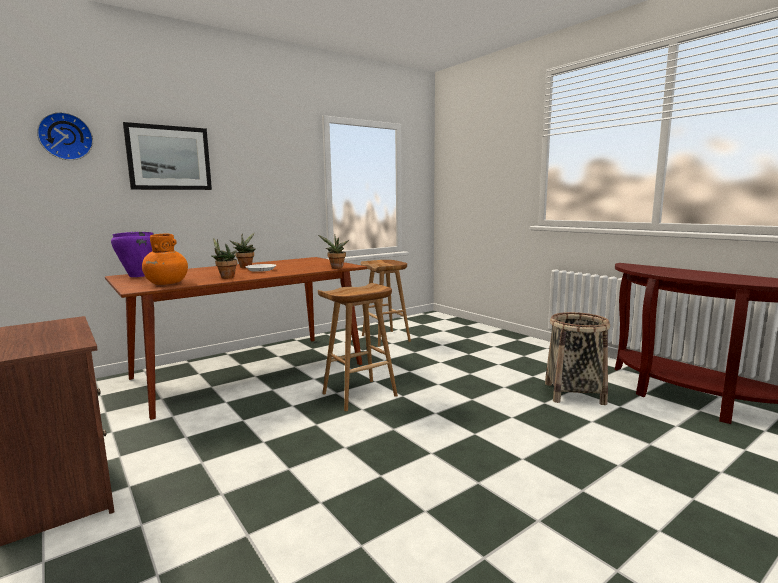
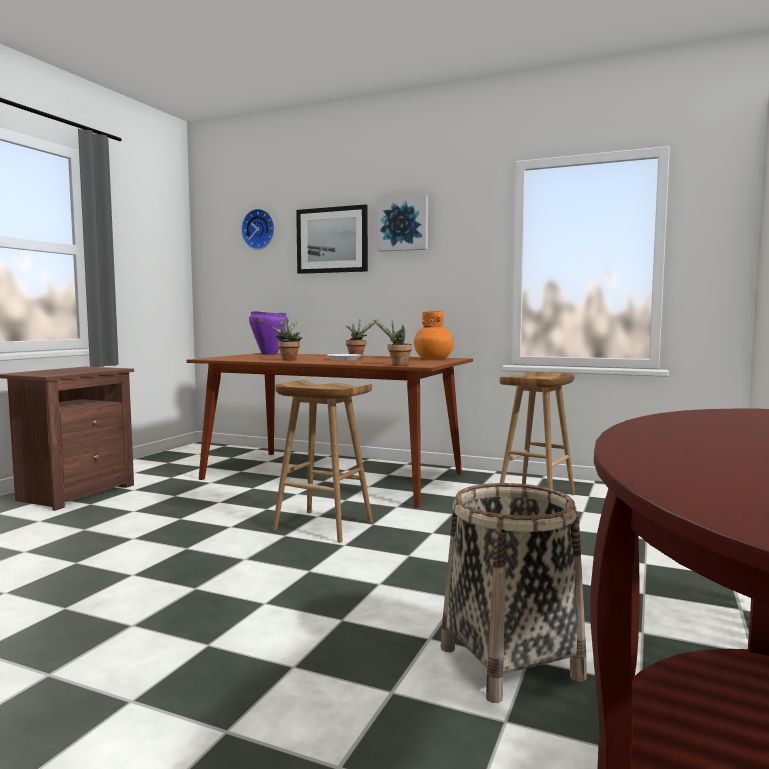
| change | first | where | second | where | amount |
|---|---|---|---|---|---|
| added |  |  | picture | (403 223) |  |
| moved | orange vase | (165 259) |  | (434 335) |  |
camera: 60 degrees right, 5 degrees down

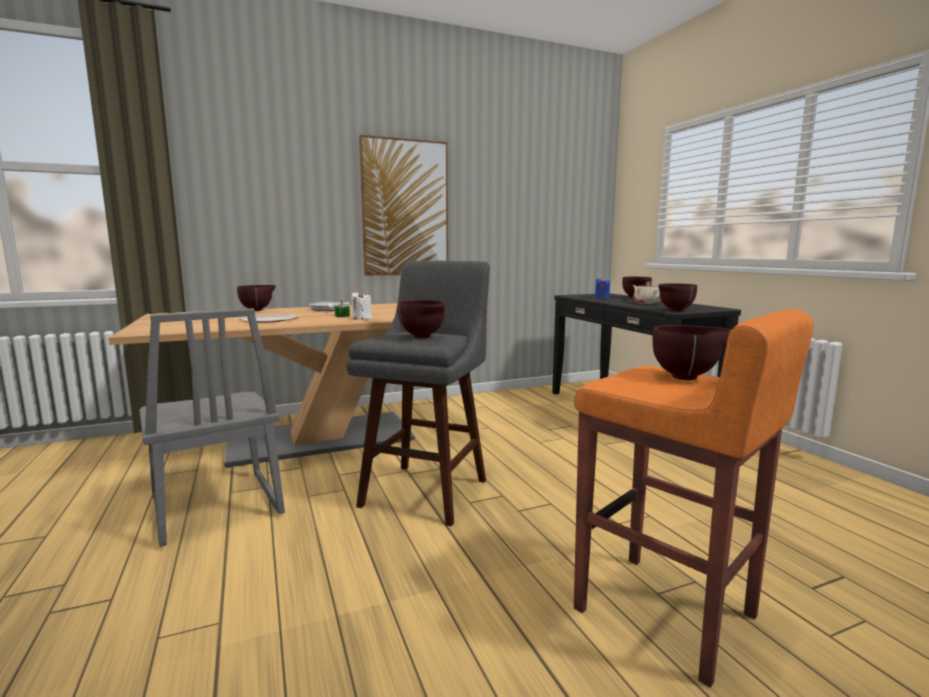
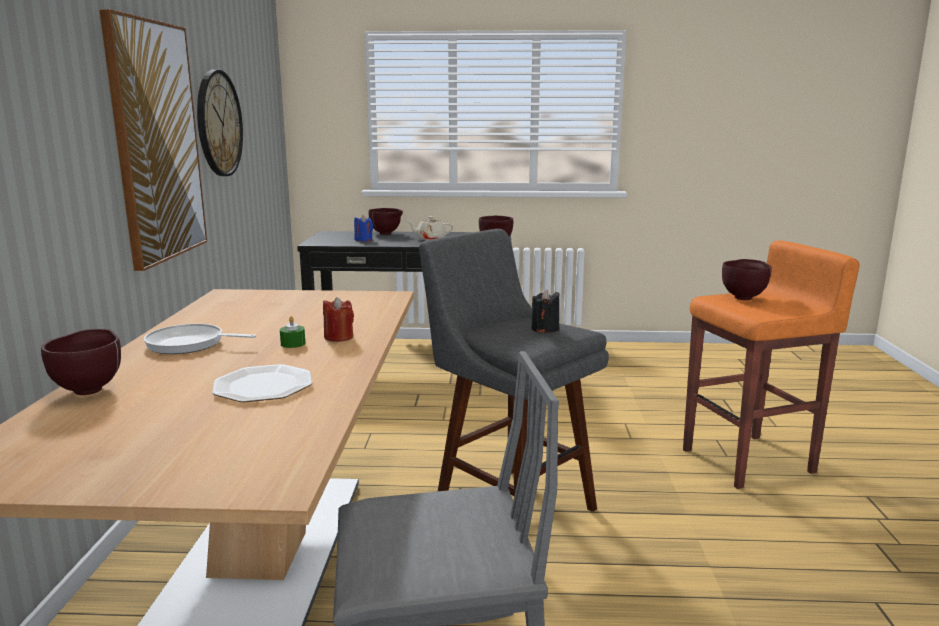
| change | first | where | second | where | amount |
|---|---|---|---|---|---|
| added |  |  | wall clock | (220 123) |  |
| replaced | brown bowl | (421 319) | black candle | (545 311) |  |
| recoloured | white candle | (361 305) | red candle | (338 319) |  |
camera: 65 degrees left, 5 degrees up

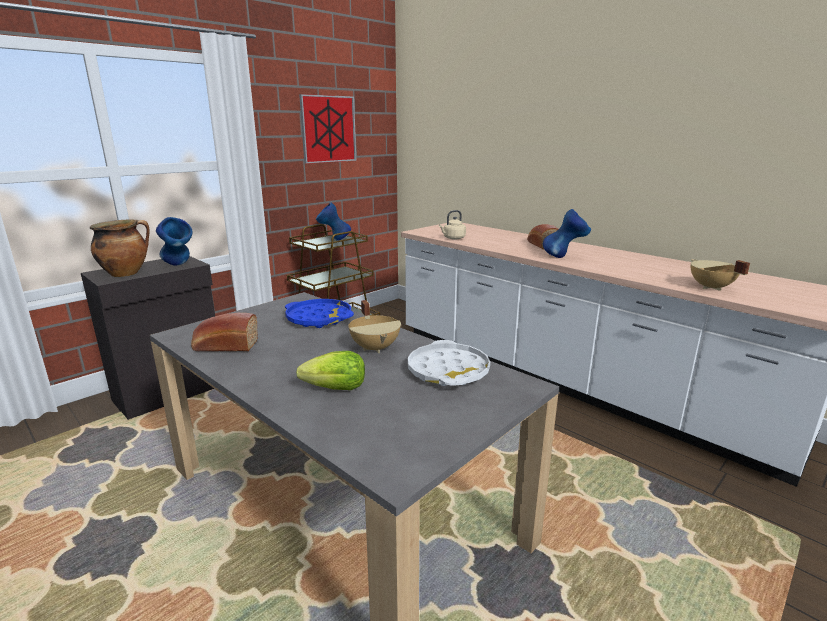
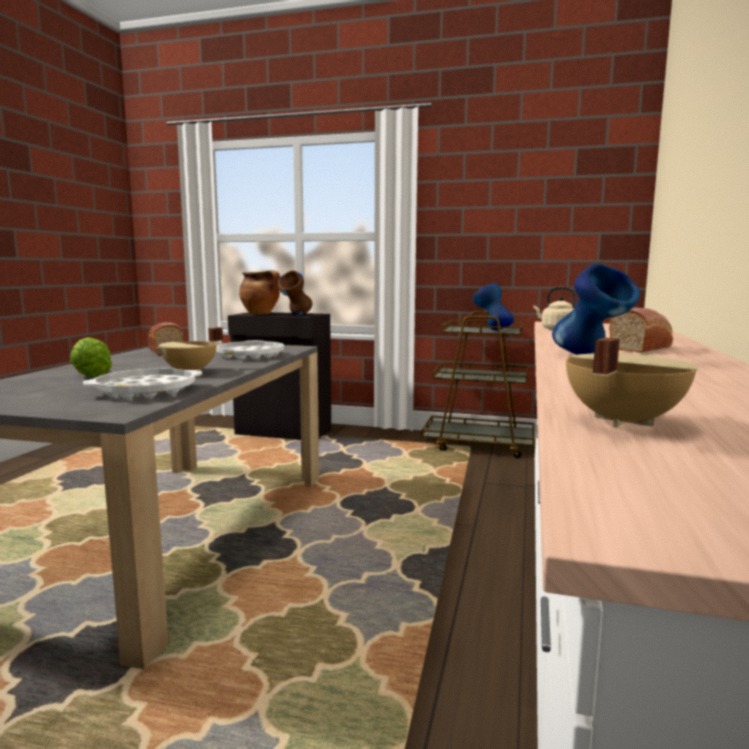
| change | first | where | second | where | amount |
|---|---|---|---|---|---|
| removed | picture | (327 129) |  |  |  |
| recoloured | blue vase | (174 241) | brown vase | (295 293) |  |
| recoloured | blue tray | (319 313) | white tray | (250 349) |  |
camera: 60 degrees right, 10 degrees down

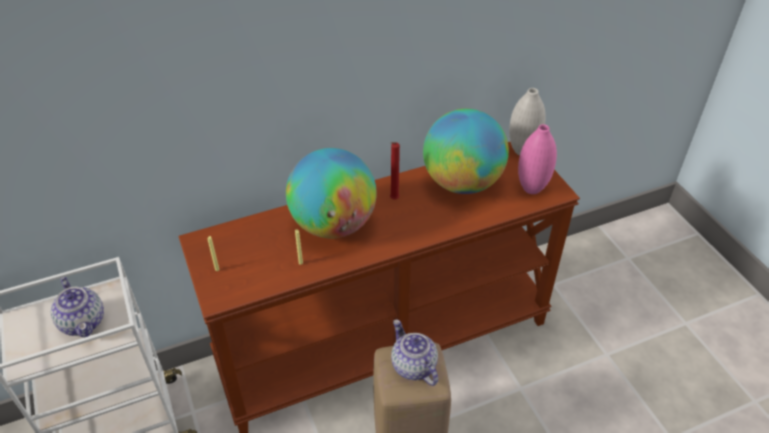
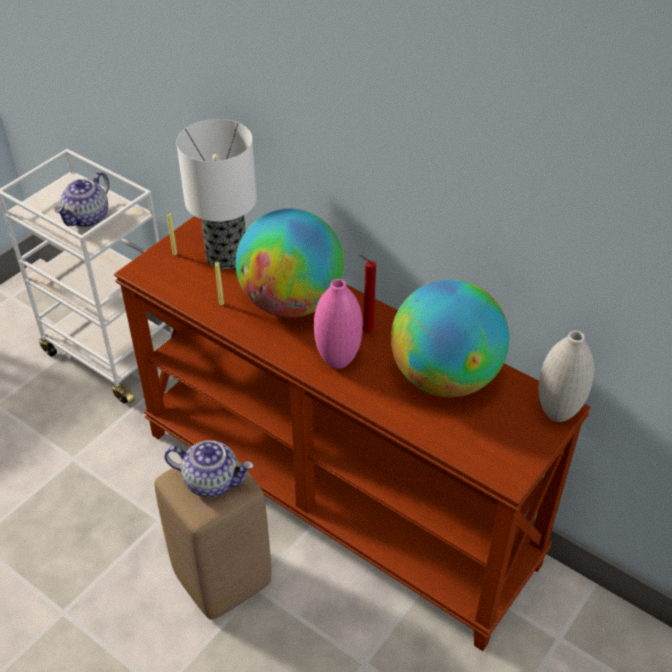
| change | first | where | second | where | amount |
|---|---|---|---|---|---|
| added |  |  | table lamp | (216 194) |  |
| moved | pink vase | (537 159) |  | (338 324) |  |
| turned | teapot | (414 352) |  | (209 469) | 75 degrees clockwise |
camera: 60 degrees right, 0 degrees up

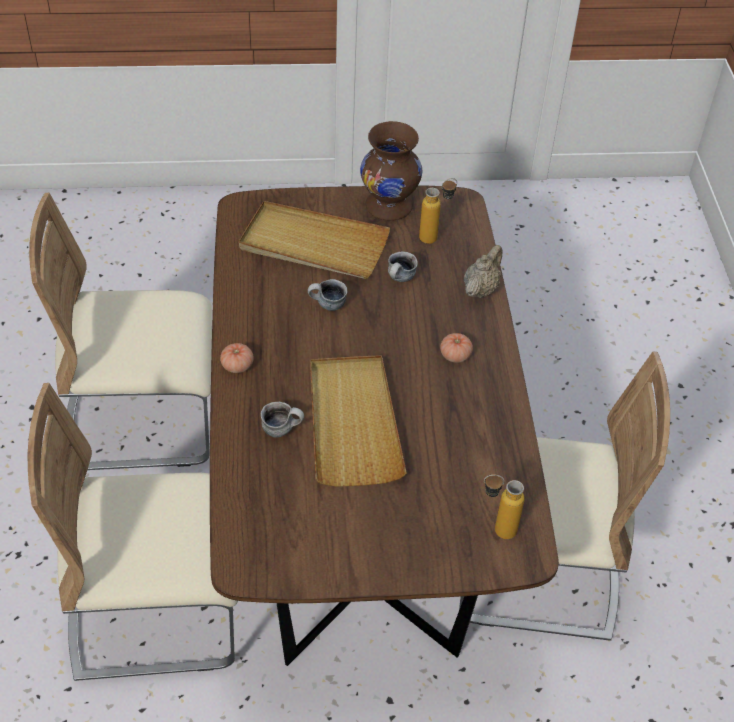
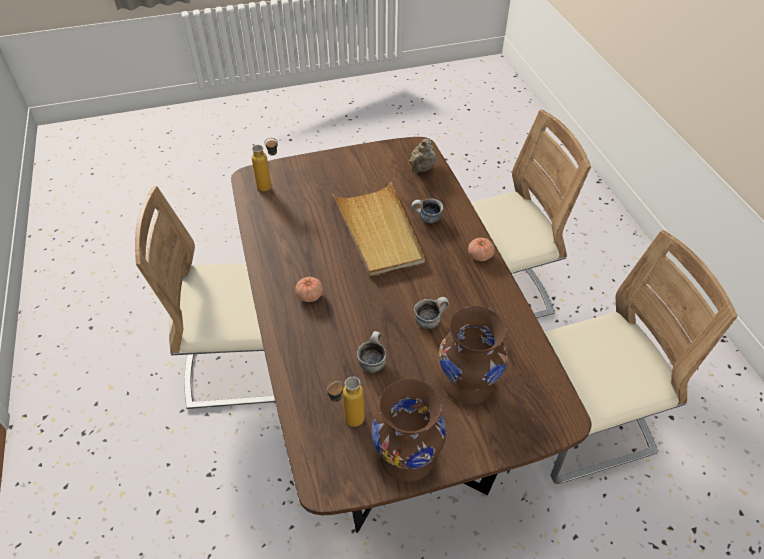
| change | first | where | second | where | amount |
|---|---|---|---|---|---|
| moved | beige teapot | (483 271) |  | (422 156) |  |
| replaced | beige tray | (314 240) | brown vase | (473 355) |  |
camera: 170 degrees right, 0 degrees up

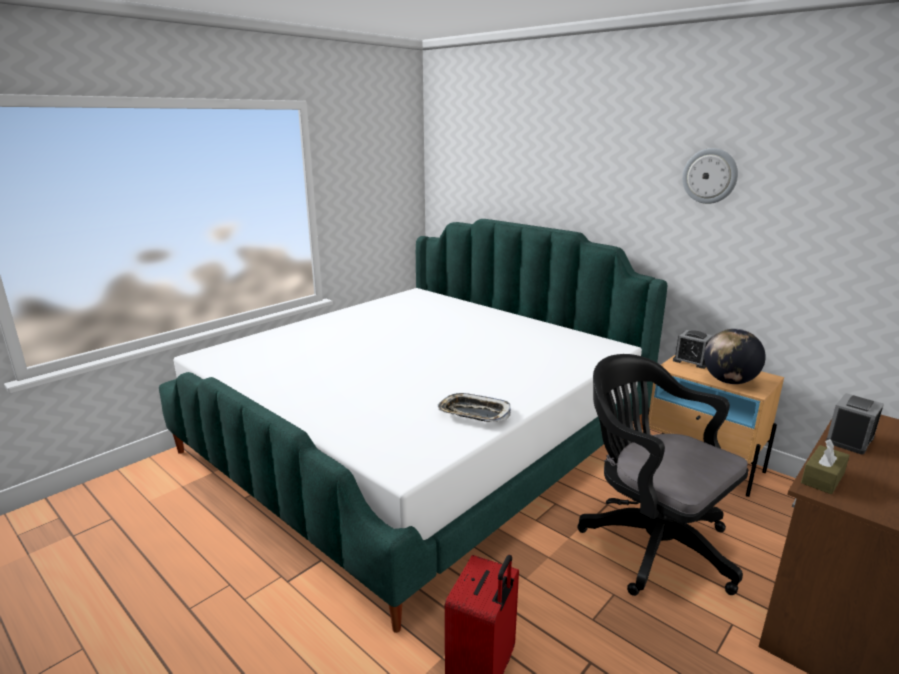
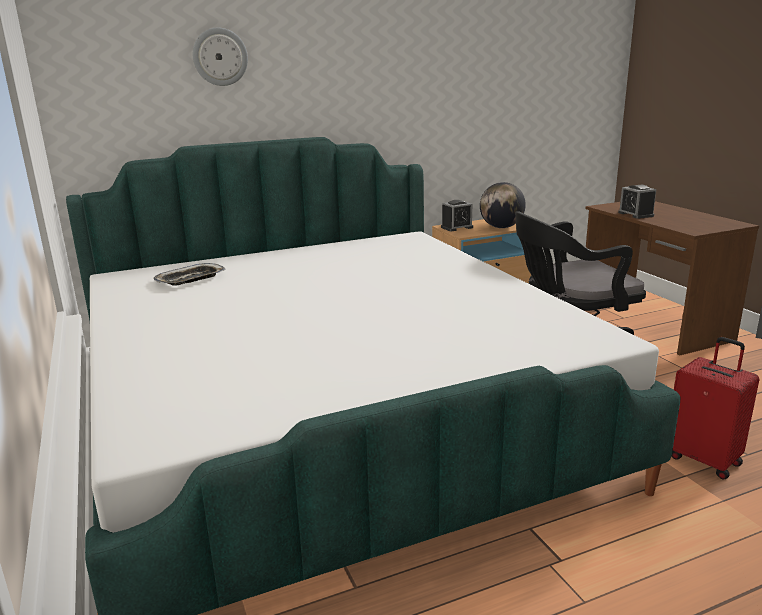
| change | first | where | second | where | amount |
|---|---|---|---|---|---|
| removed | brown tissue box | (825 466) |  |  |  |
| moved | tray | (474 407) |  | (190 274) |  |
| moved | wall clock | (710 176) |  | (220 56) |  |
camera: 65 degrees left, 0 degrees up

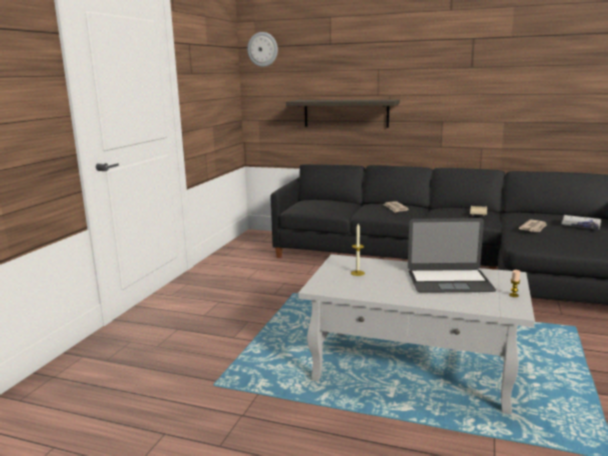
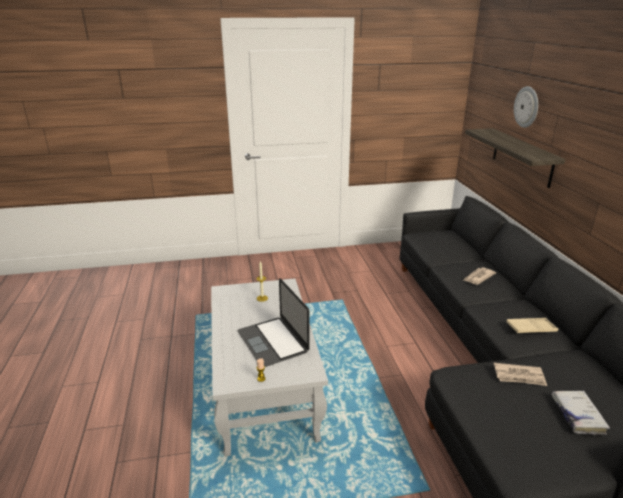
| change | first | where | second | where | amount |
|---|---|---|---|---|---|
| moved | wall clock | (262 49) |  | (526 107) |  |
camera: 60 degrees right, 10 degrees up

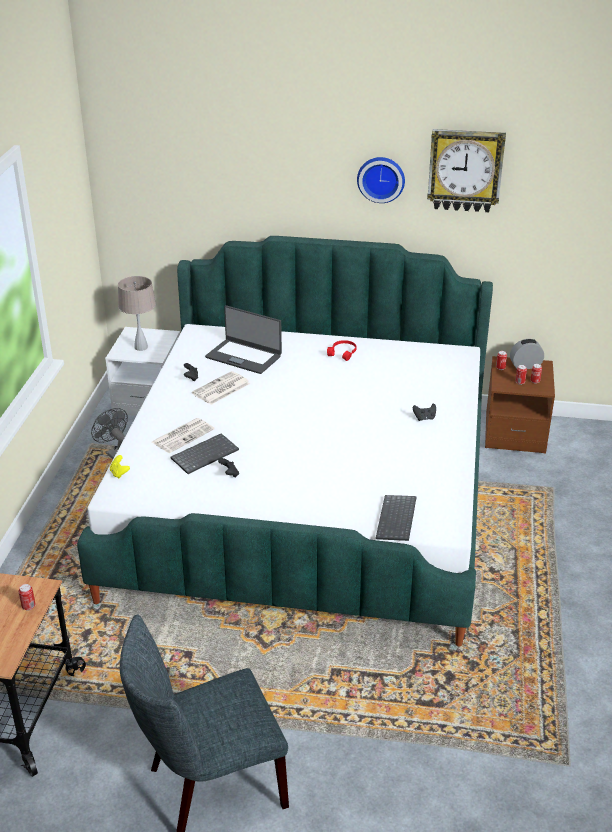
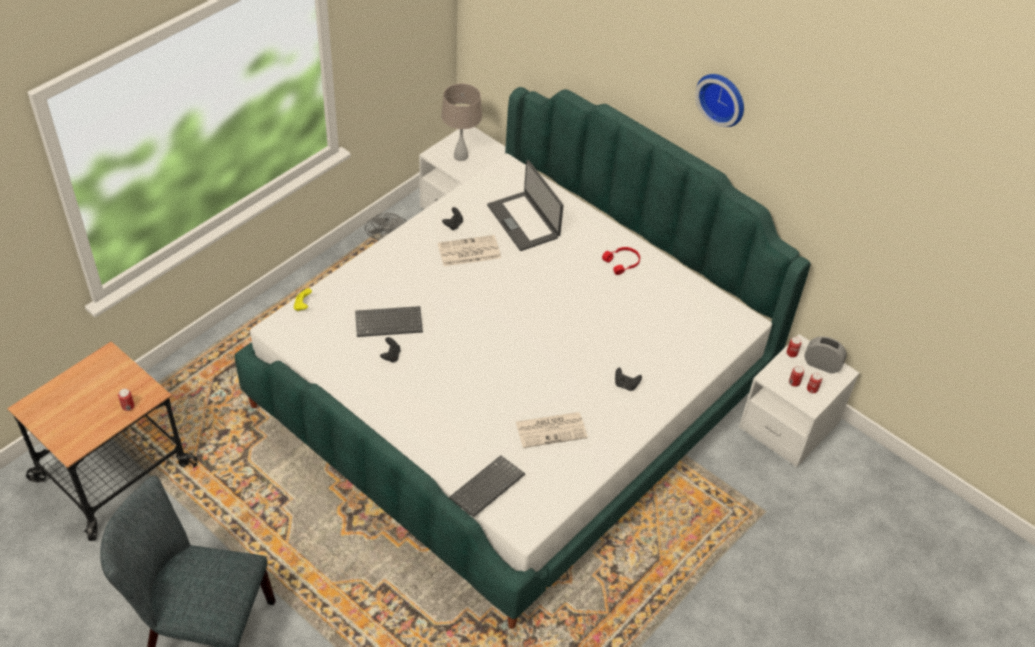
| change | first | where | second | where | amount |
|---|---|---|---|---|---|
| removed | wall clock | (466 170) |  |  |  |
| moved | newspaper | (183 435) |  | (552 430) |  |
| recoloured | brown nightstand | (520 405) | white nightstand | (799 401) |  |
camera: 30 degrees right, 15 degrees up

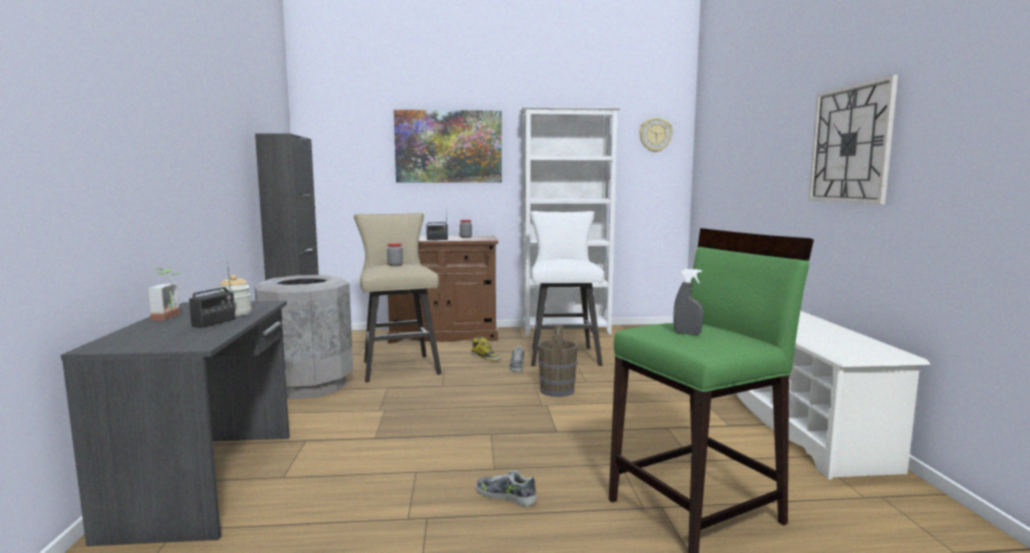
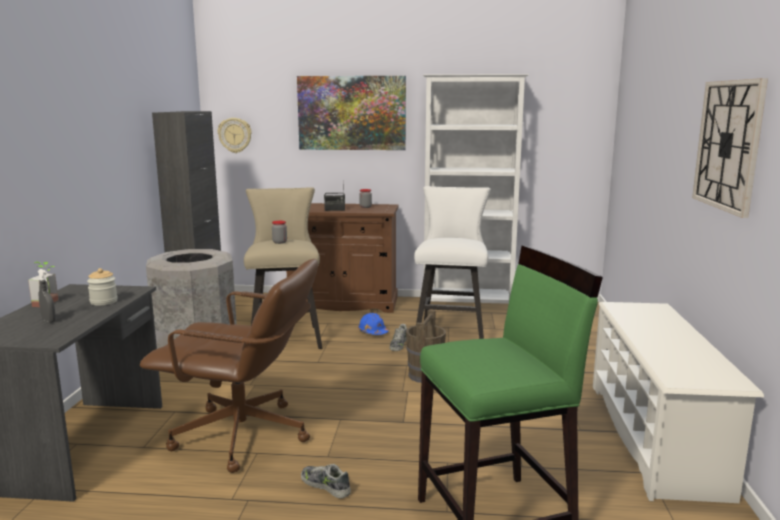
| change | first | where | second | where | amount |
|---|---|---|---|---|---|
| removed | radio | (212 295) |  |  |  |
| added |  |  | brown office chair | (229 366) |  |
| moved | wall clock | (656 135) |  | (235 135) |  |
| moved | grey spray bottle | (688 302) |  | (47 295) |  |
| replaced | boot | (485 349) | blue hard hat | (373 324) |  |
camera: 10 degrees right, 5 degrees up

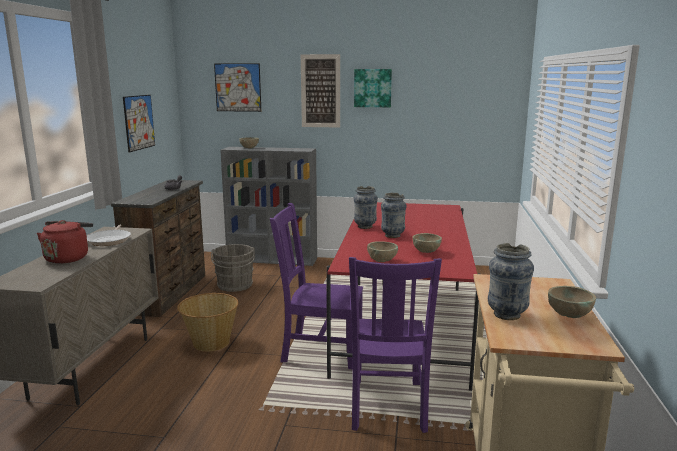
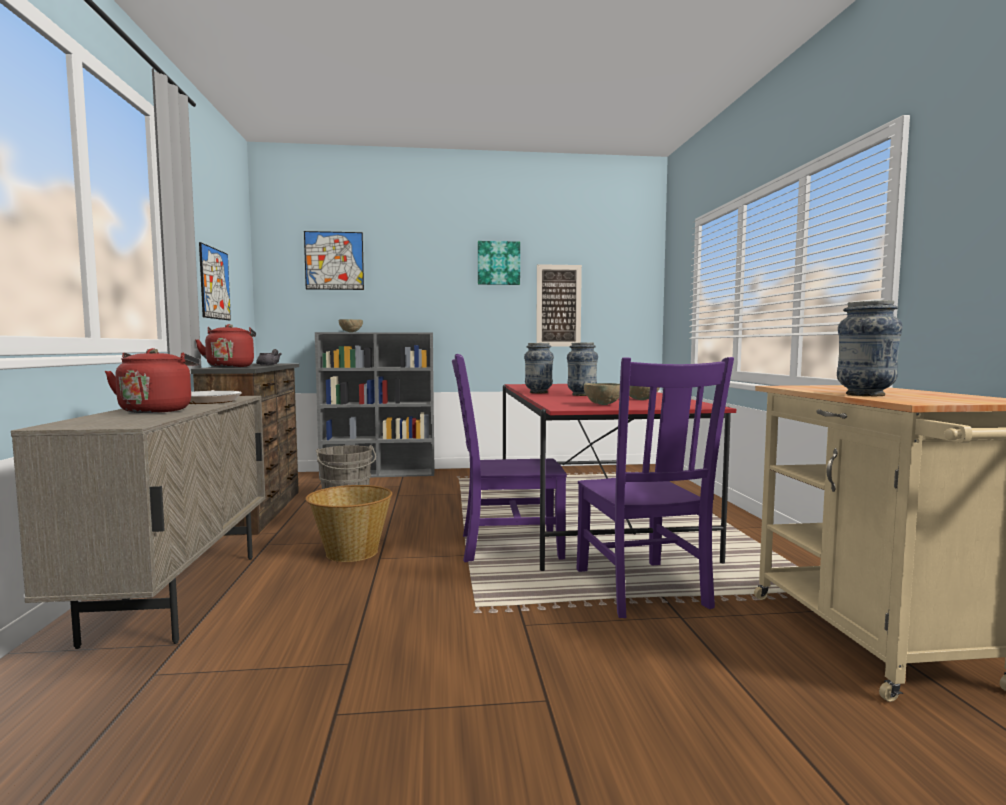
| change | first | where | second | where | amount |
|---|---|---|---|---|---|
| removed | beige bowl | (572 302) |  |  |  |
| added |  |  | red kettle | (225 346) |  |
| moved | picture | (320 91) |  | (559 305) |  |
camera: 15 degrees left, 10 degrees down

